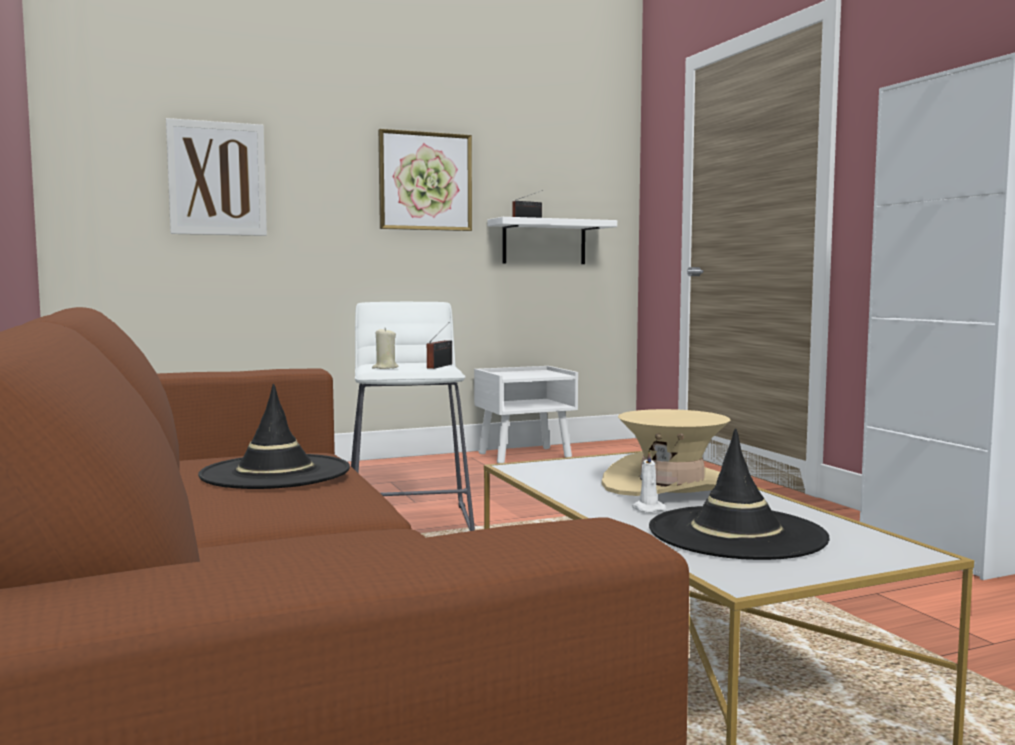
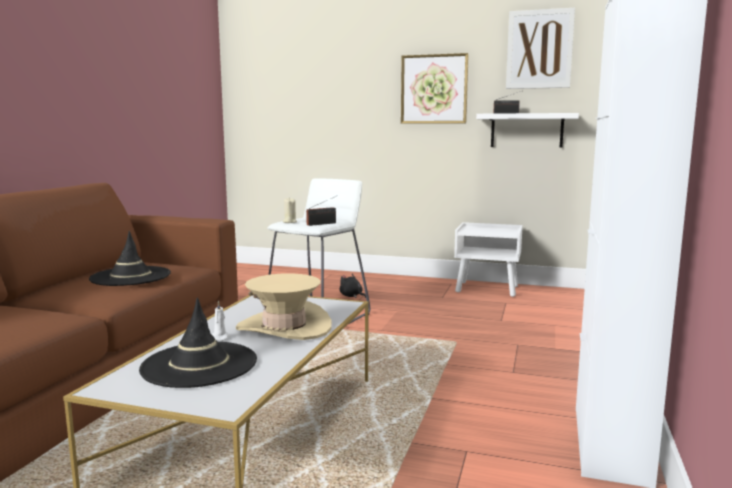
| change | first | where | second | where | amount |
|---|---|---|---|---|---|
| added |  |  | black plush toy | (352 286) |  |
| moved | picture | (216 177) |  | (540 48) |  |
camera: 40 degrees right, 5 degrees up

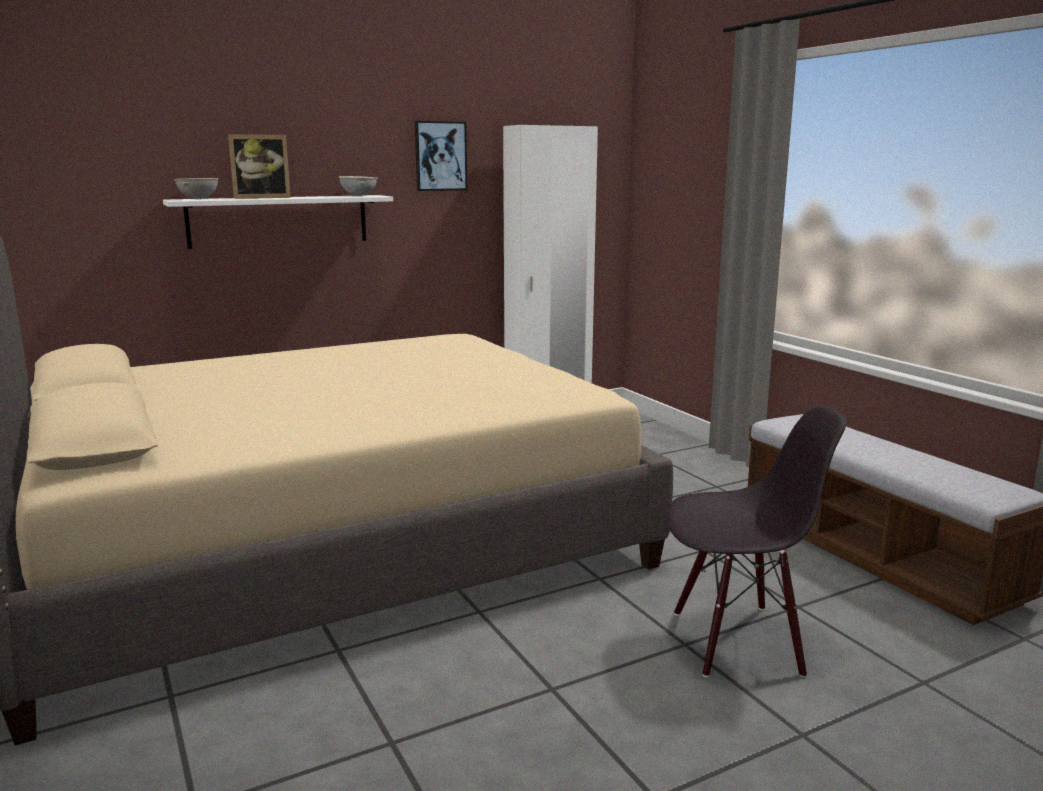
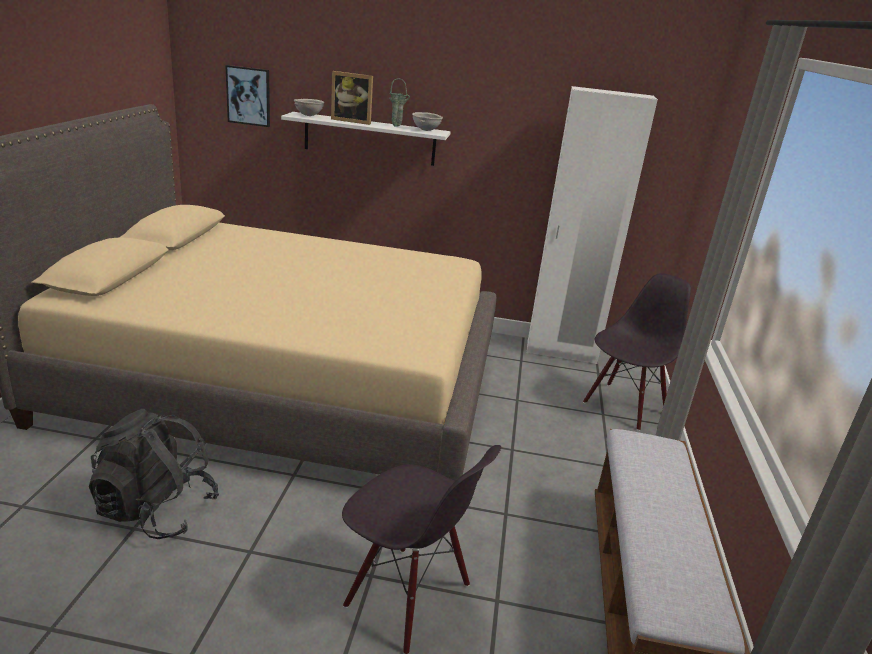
| change | first | where | second | where | amount |
|---|---|---|---|---|---|
| added |  |  | black backpack | (154 474) |  |
| added |  |  | green vase | (399 102) |  |
| added |  |  | black chair | (637 352) |  |
| moved | picture | (441 156) |  | (247 96) |  |
camera: 35 degrees right, 10 degrees up

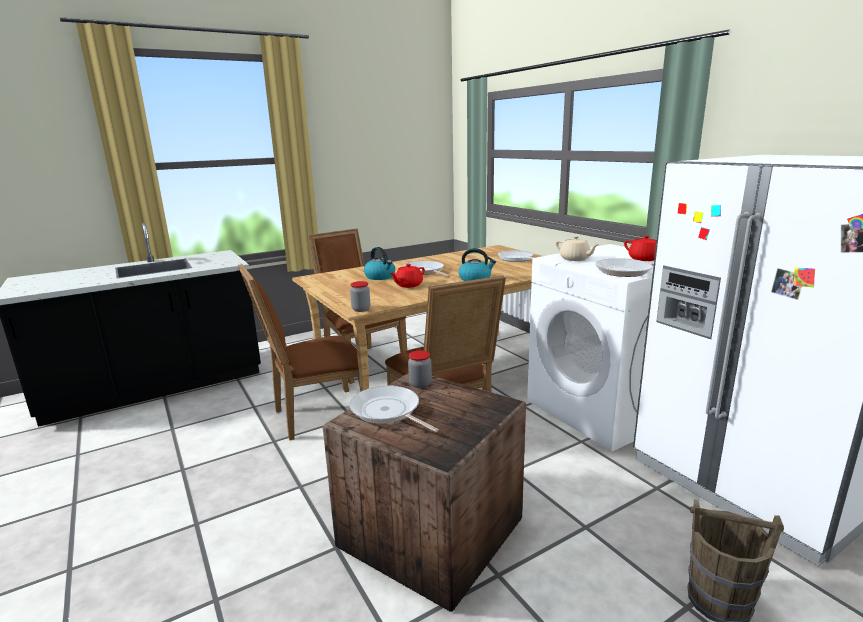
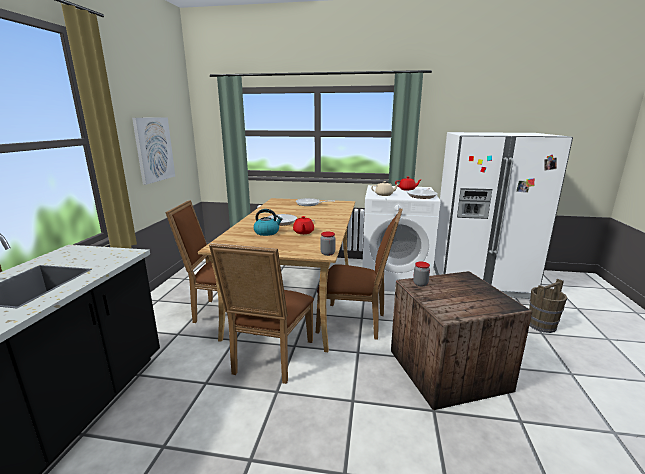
| change | first | where | second | where | amount |
|---|---|---|---|---|---|
| removed | frying pan | (394 409) |  |  |  |
| removed | kettle | (477 264) |  |  |  |
| added |  |  | picture | (153 151) |  |
camera: 50 degrees left, 0 degrees up

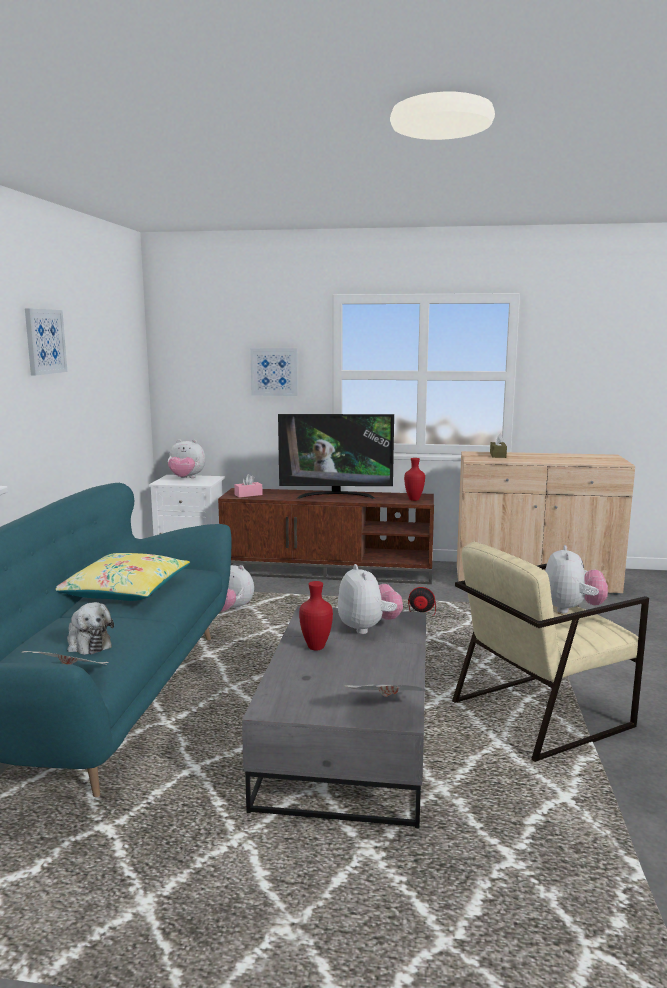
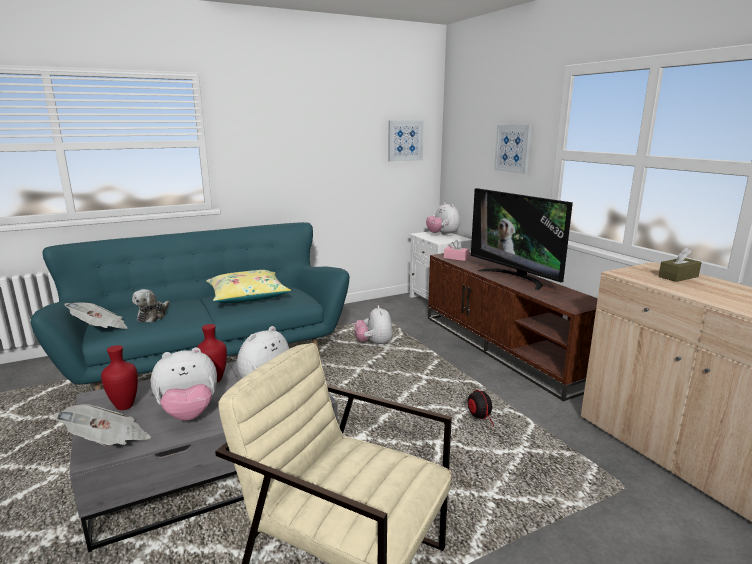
| change | first | where | second | where | amount |
|---|---|---|---|---|---|
| moved | picture | (46 341) |  | (406 141) |  |
| moved | red vase | (414 479) |  | (119 377) |  |
| moved | plush toy | (576 579) |  | (184 384) |  |
camera: 55 degrees right, 5 degrees up

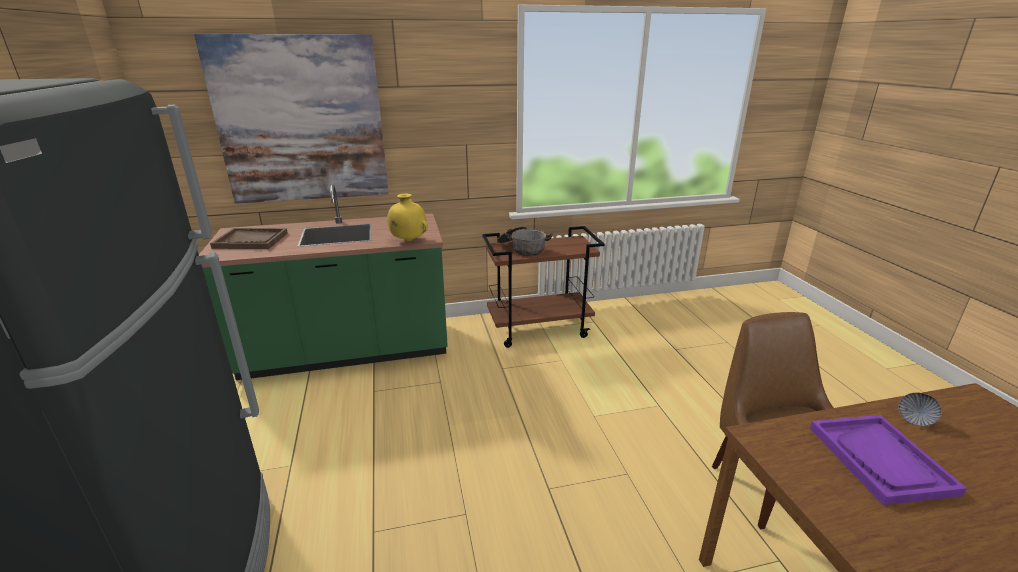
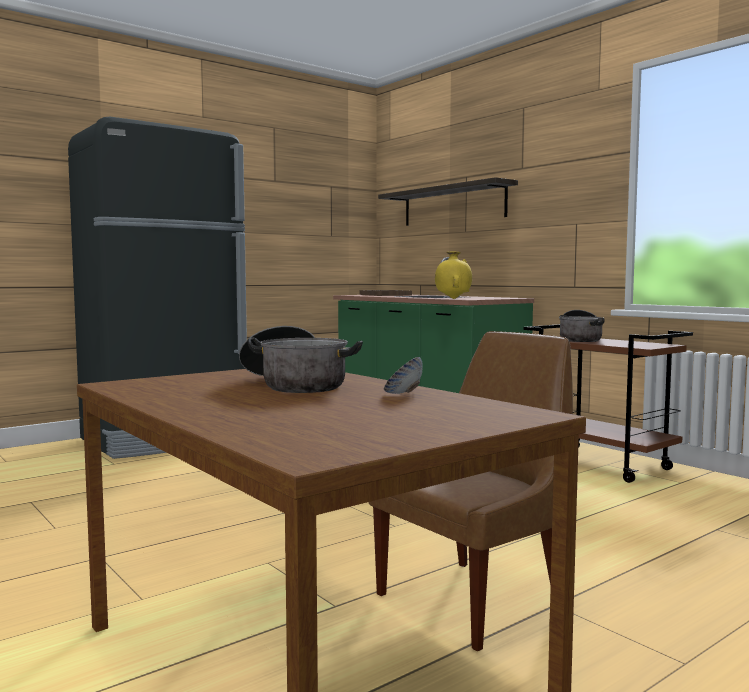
| change | first | where | second | where | amount |
|---|---|---|---|---|---|
| replaced | picture | (291 119) | shelf | (448 201) |  |
| replaced | purple tray | (888 460) | cooking pot | (301 359) |  |
camera: 65 degrees right, 20 degrees down

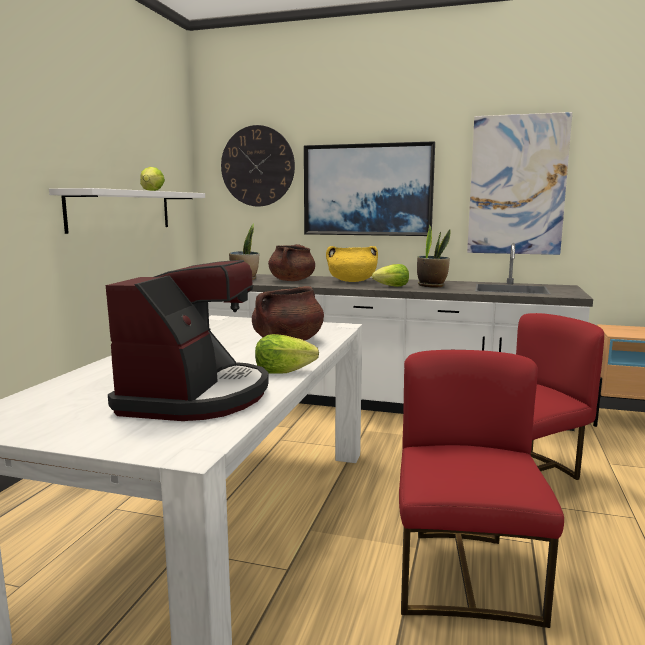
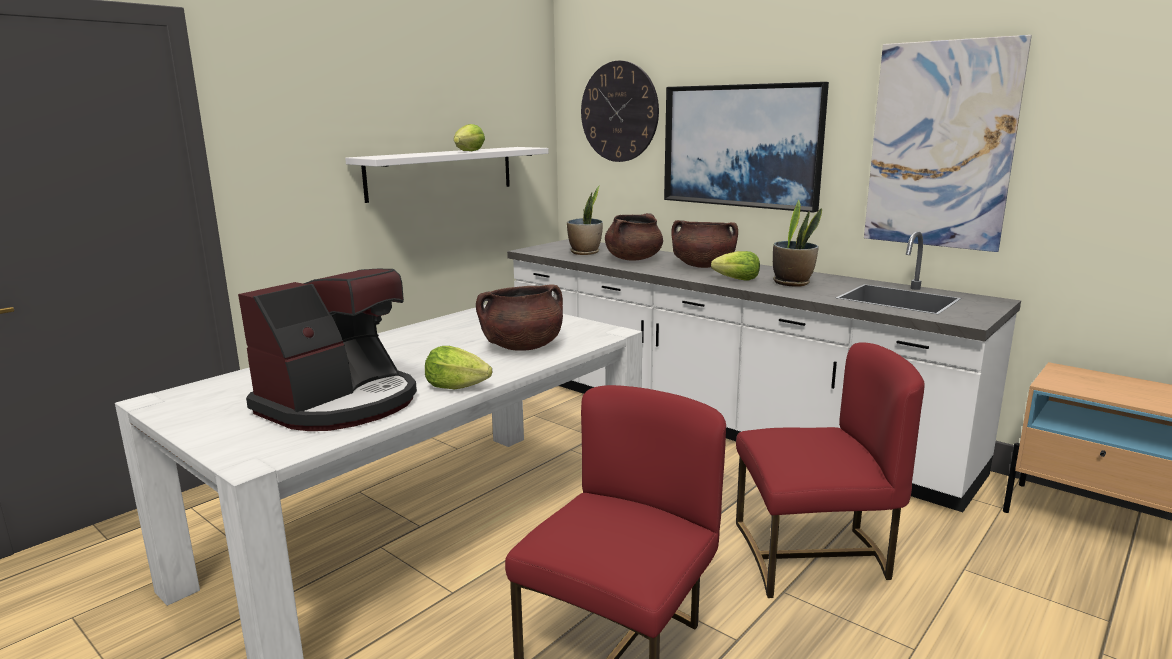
| change | first | where | second | where | amount |
|---|---|---|---|---|---|
| recoloured | yellow cooking pot | (352 264) | brown cooking pot | (704 244) |  |
camera: 25 degrees right, 5 degrees up

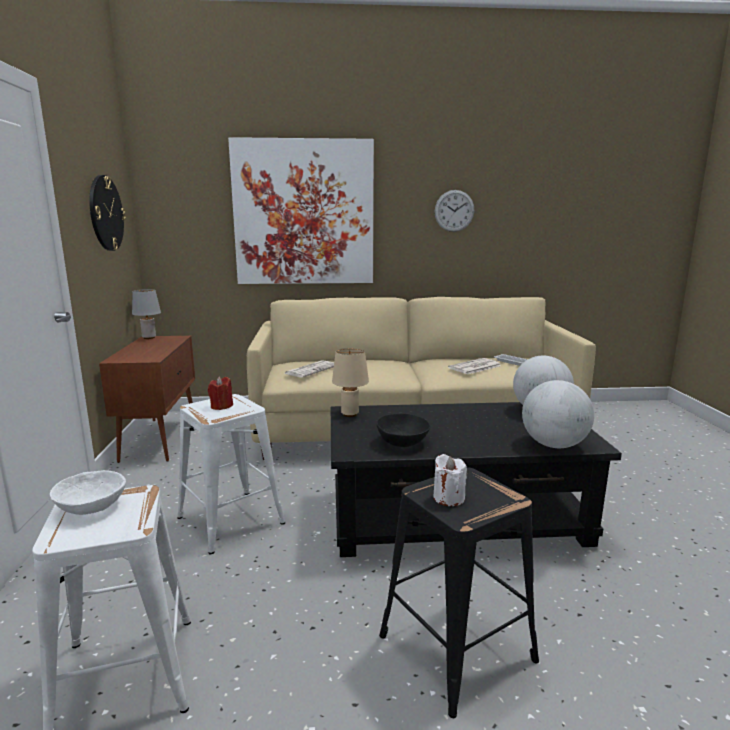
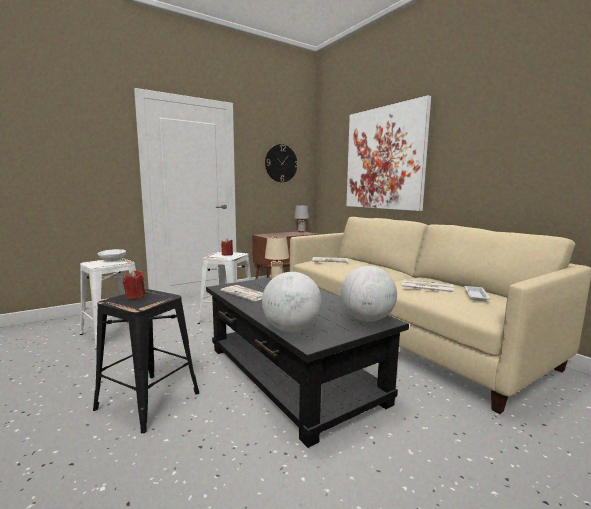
| change | first | where | second | where | amount |
|---|---|---|---|---|---|
| removed | wall clock | (454 211) |  |  |  |
| replaced | black bowl | (403 430) | newspaper | (242 293) |  |
| recoloured | white candle | (450 480) | red candle | (134 284) |  |
camera: 60 degrees right, 5 degrees down

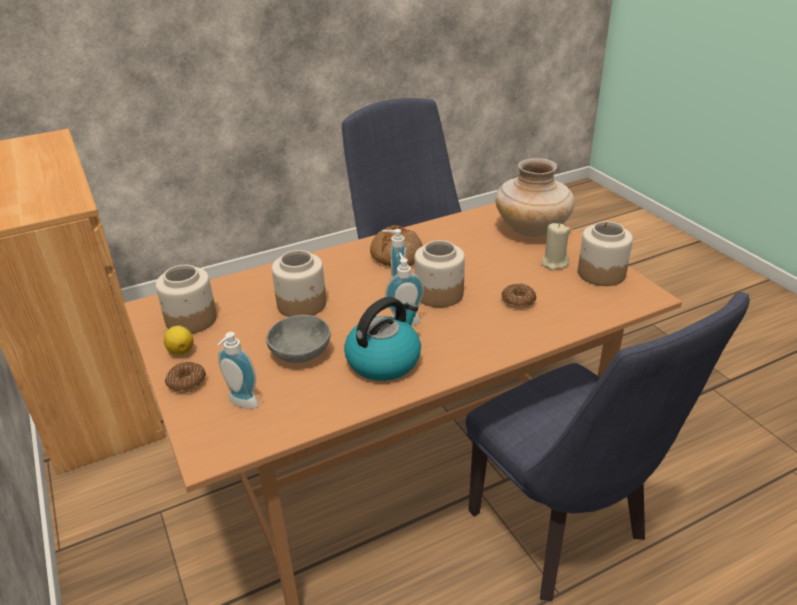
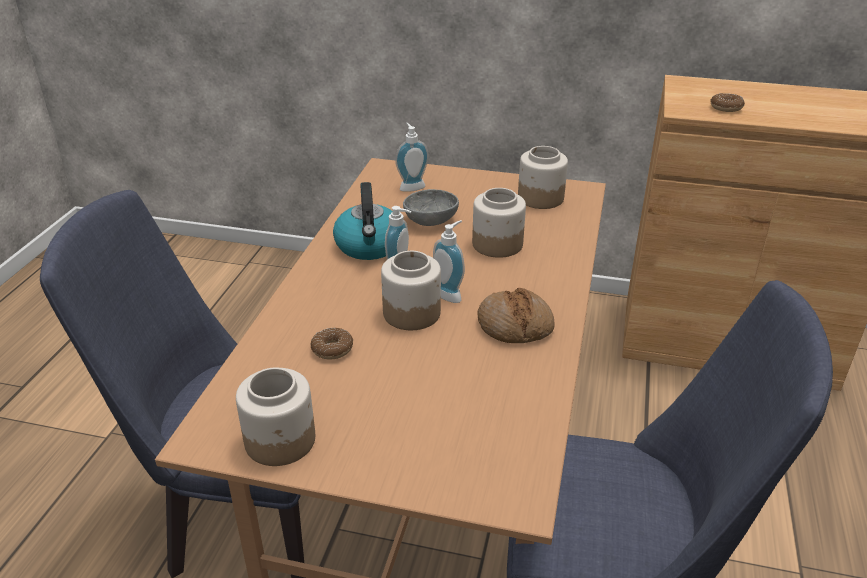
| change | first | where | second | where | amount |
|---|---|---|---|---|---|
| removed | lemon | (179 340) |  |  |  |
| removed | beige vase | (535 197) |  |  |  |
| removed | beige candle | (556 246) |  |  |  |
| moved | donut | (185 377) |  | (727 102) |  |
camera: 130 degrees right, 0 degrees up

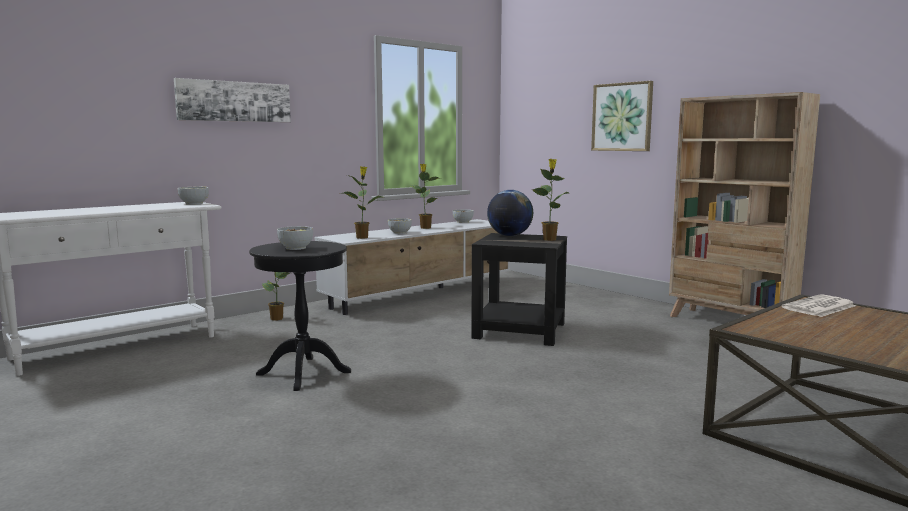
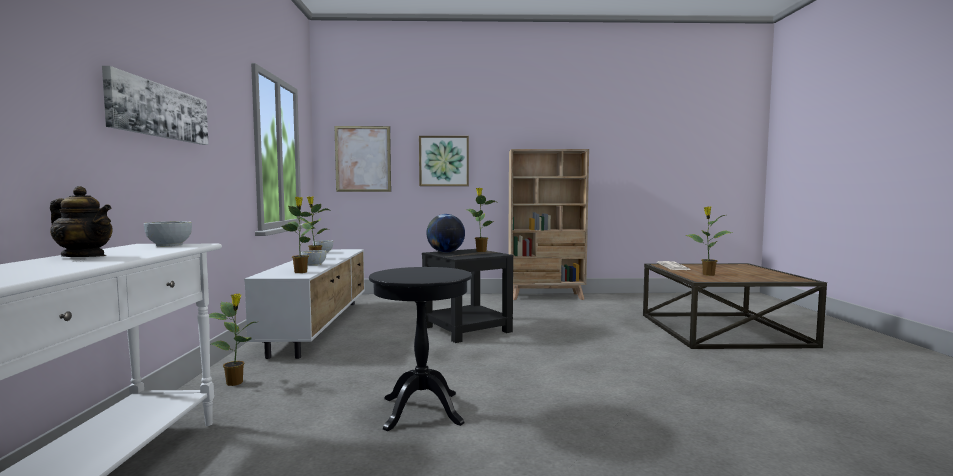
| change | first | where | second | where | amount |
|---|---|---|---|---|---|
| removed | bowl | (295 238) |  |  |  |
| added |  |  | teapot | (81 221) |  |
| added |  |  | picture | (362 159) |  |
| added |  |  | potted plant | (708 241) |  |
camera: 50 degrees left, 5 degrees down

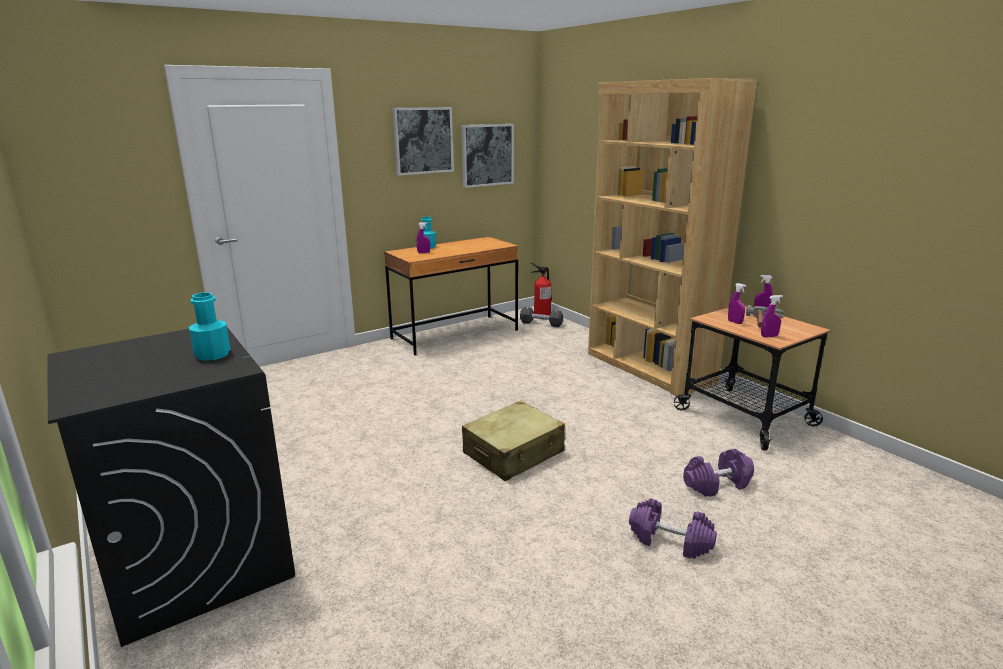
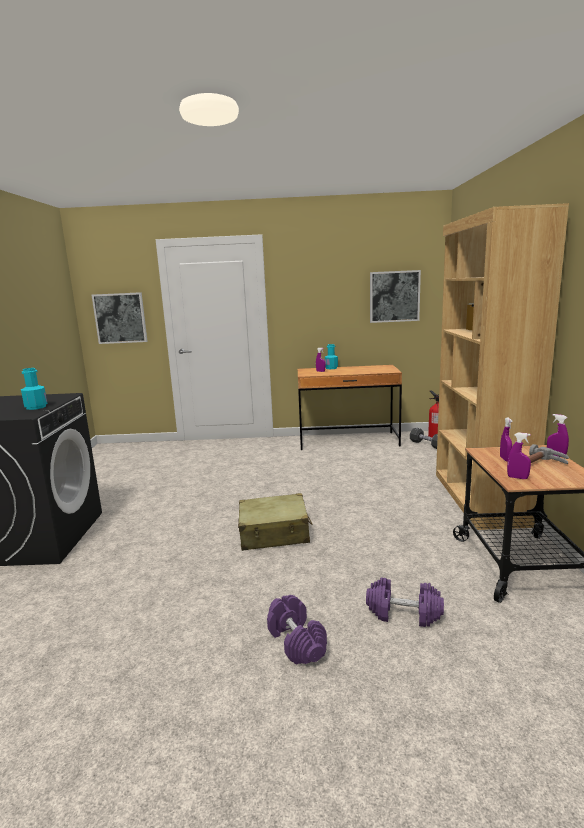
| change | first | where | second | where | amount |
|---|---|---|---|---|---|
| moved | picture | (423 141) |  | (120 318) |  |
camera: 35 degrees right, 5 degrees down

